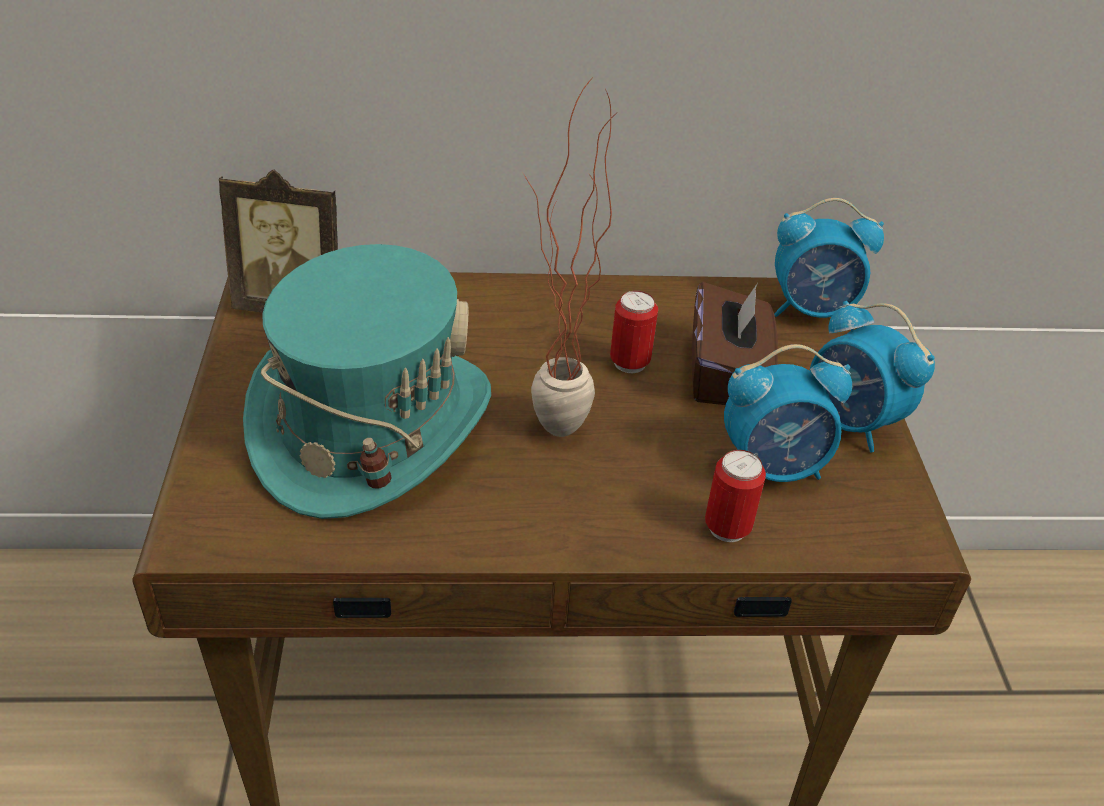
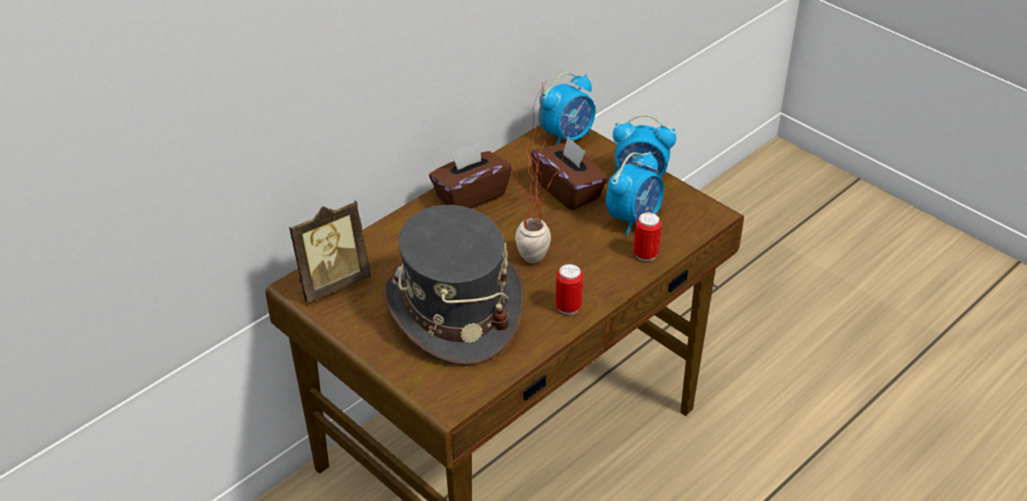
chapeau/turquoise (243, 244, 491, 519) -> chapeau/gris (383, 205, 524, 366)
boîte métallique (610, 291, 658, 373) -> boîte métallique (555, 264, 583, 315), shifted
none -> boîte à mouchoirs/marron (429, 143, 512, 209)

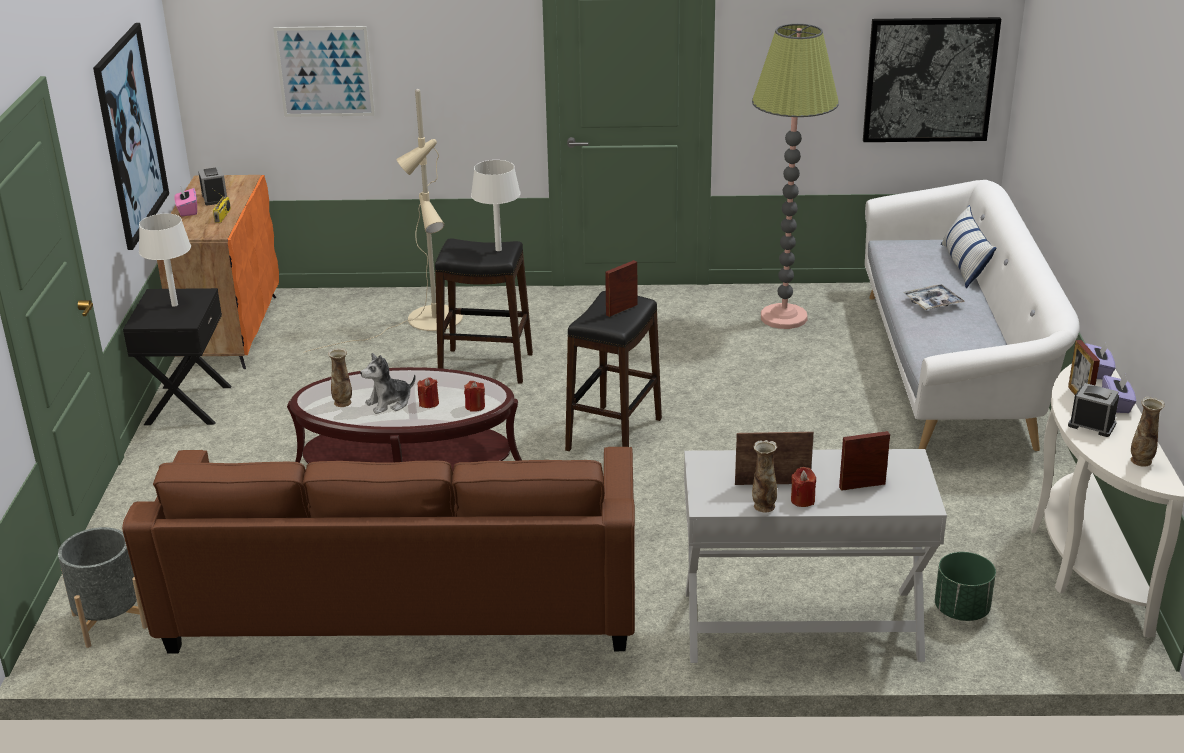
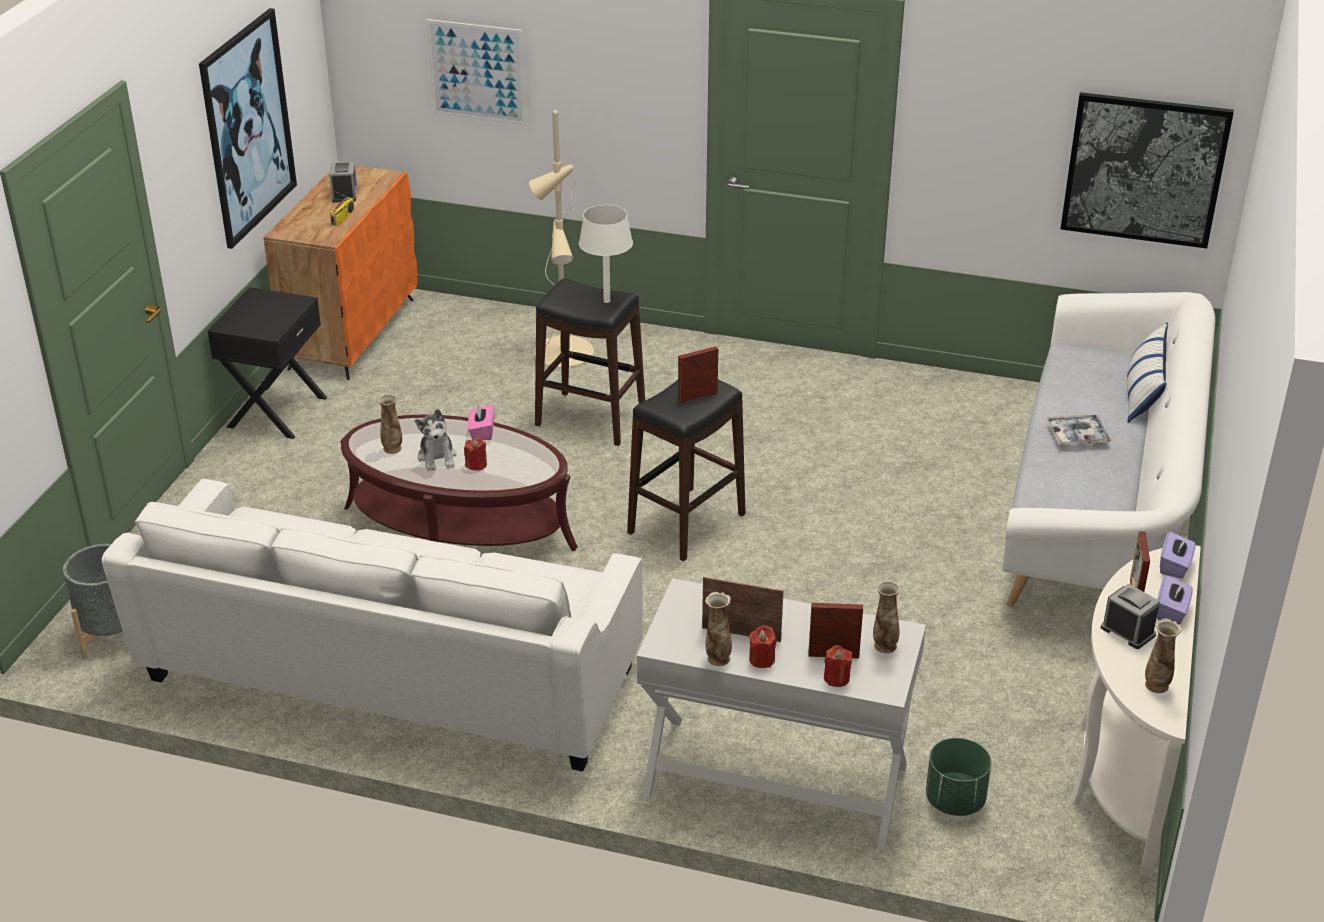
lampadaire (752, 24, 839, 329) -> none
boîte à mouchoirs/rose (174, 187, 197, 216) -> boîte à mouchoirs/rose (468, 403, 495, 440), shifted
lampe de table/blanc (139, 214, 191, 307) -> none
peluche (360, 353, 416, 414) -> peluche (415, 409, 457, 471), 90 degrees counterclockwise
bougie/rouge (464, 381, 485, 412) -> bougie/rouge (824, 645, 852, 687), shifted
canapé/marron (122, 447, 635, 654) -> canapé/blanc (102, 479, 643, 771)
none -> vase (873, 580, 901, 653)

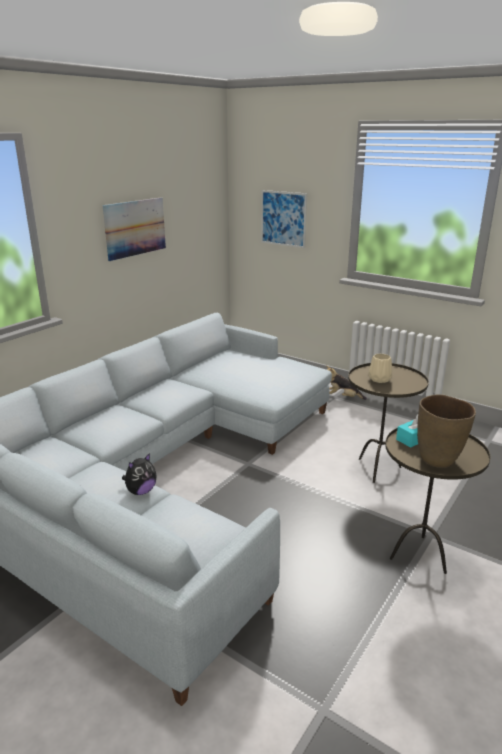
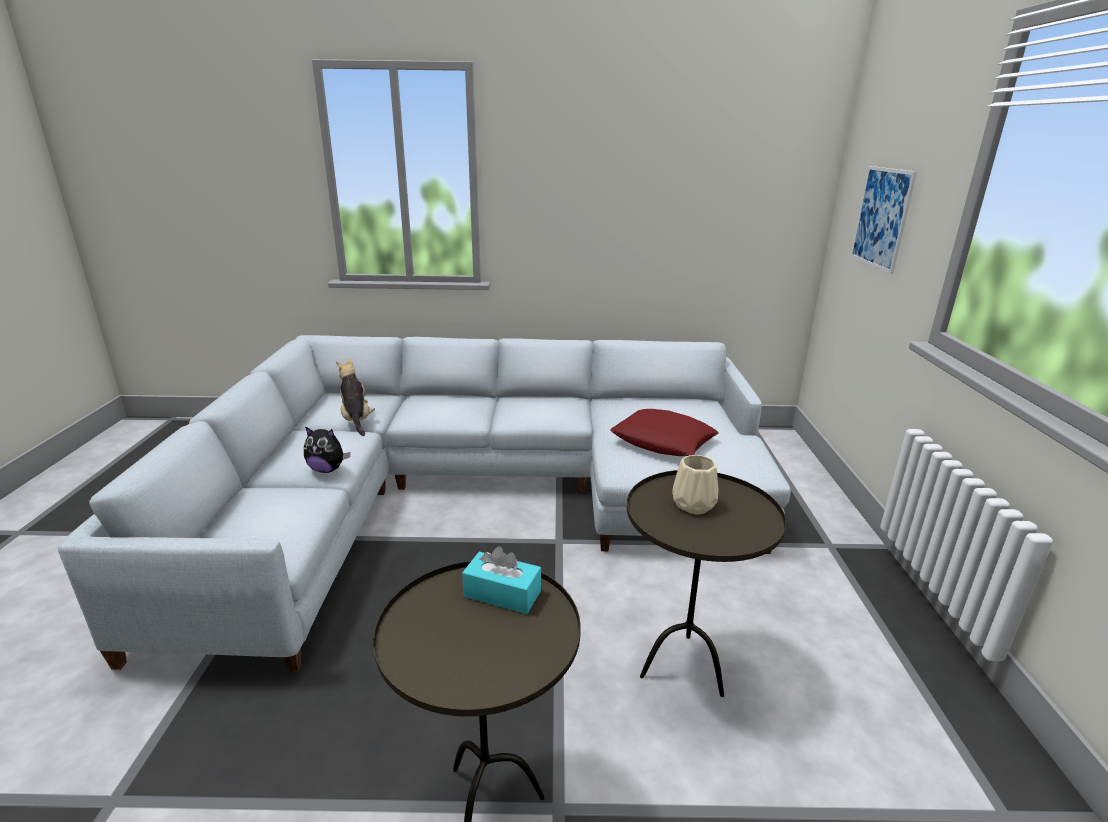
tableau (103, 197, 166, 261) -> none
peluche (326, 365, 367, 400) -> peluche (336, 358, 375, 436), shifted
vase/marron (417, 394, 476, 468) -> none
none -> coussin/rouge (610, 409, 719, 456)

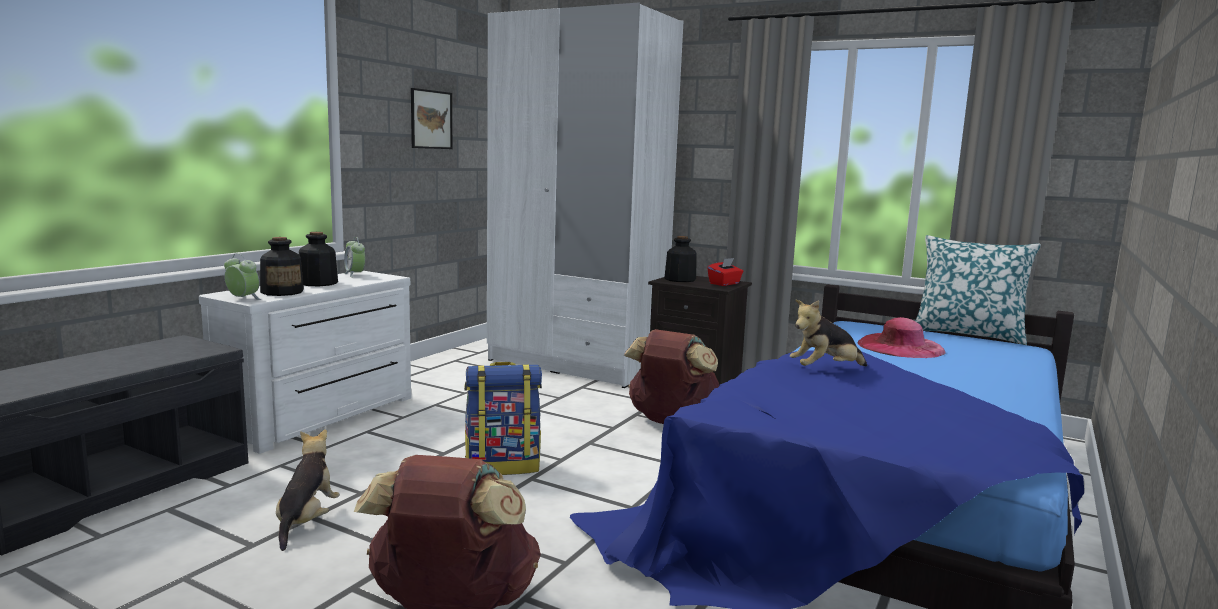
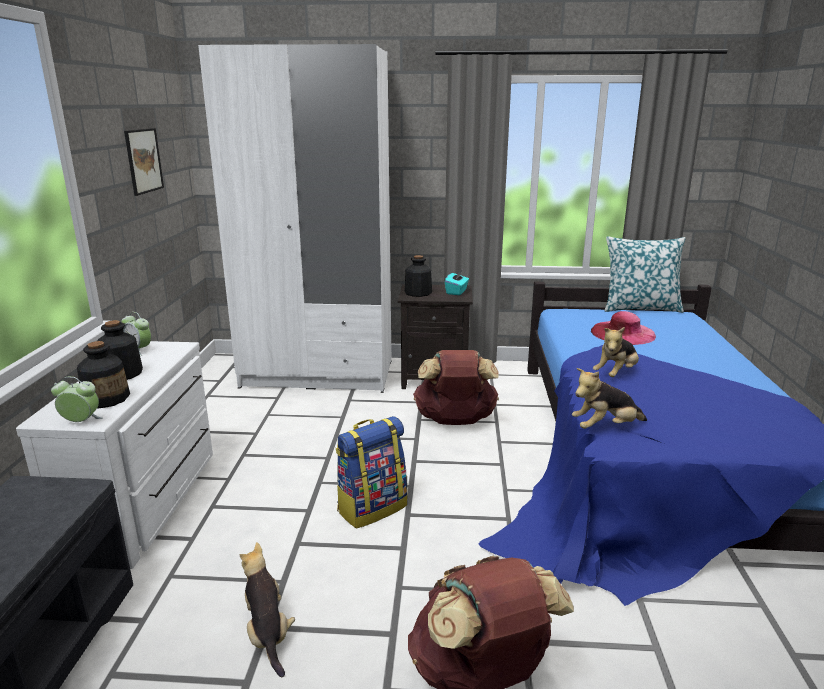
boîte à mouchoirs/rouge (707, 258, 744, 286) -> boîte à mouchoirs/turquoise (445, 270, 469, 295)
none -> peluche (572, 368, 647, 429)

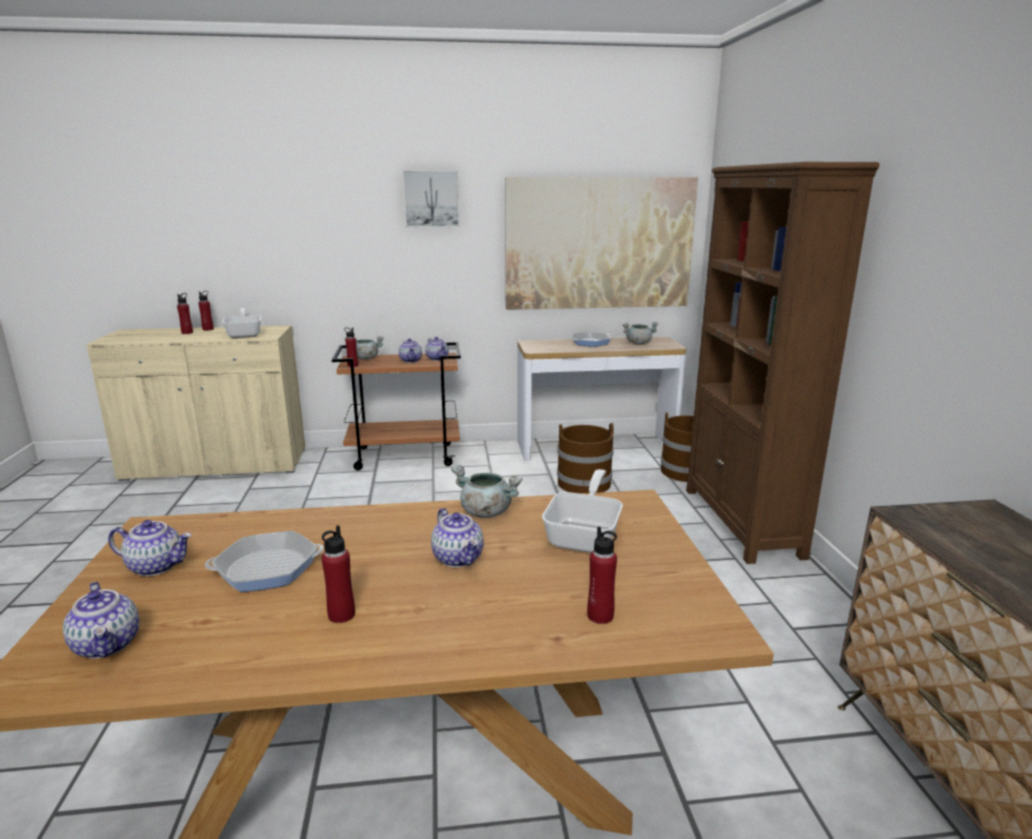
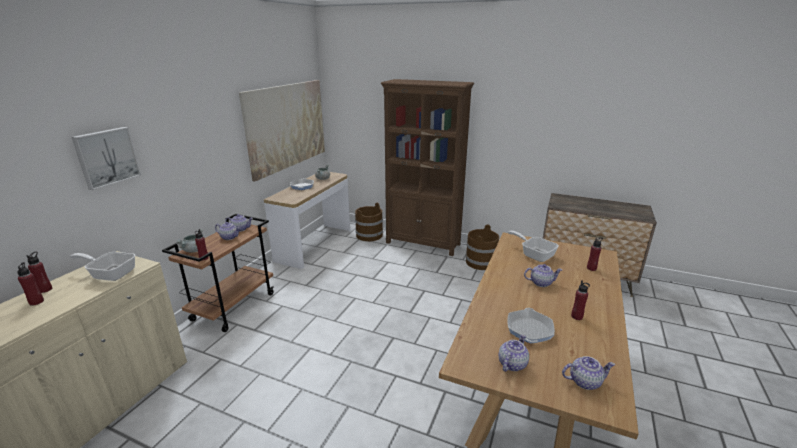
tableau (403, 170, 460, 228) -> tableau (72, 127, 141, 190), shifted
seau/marron (557, 423, 614, 494) -> seau/marron (466, 224, 499, 270), shifted
marmite/gris (451, 465, 522, 518) -> none

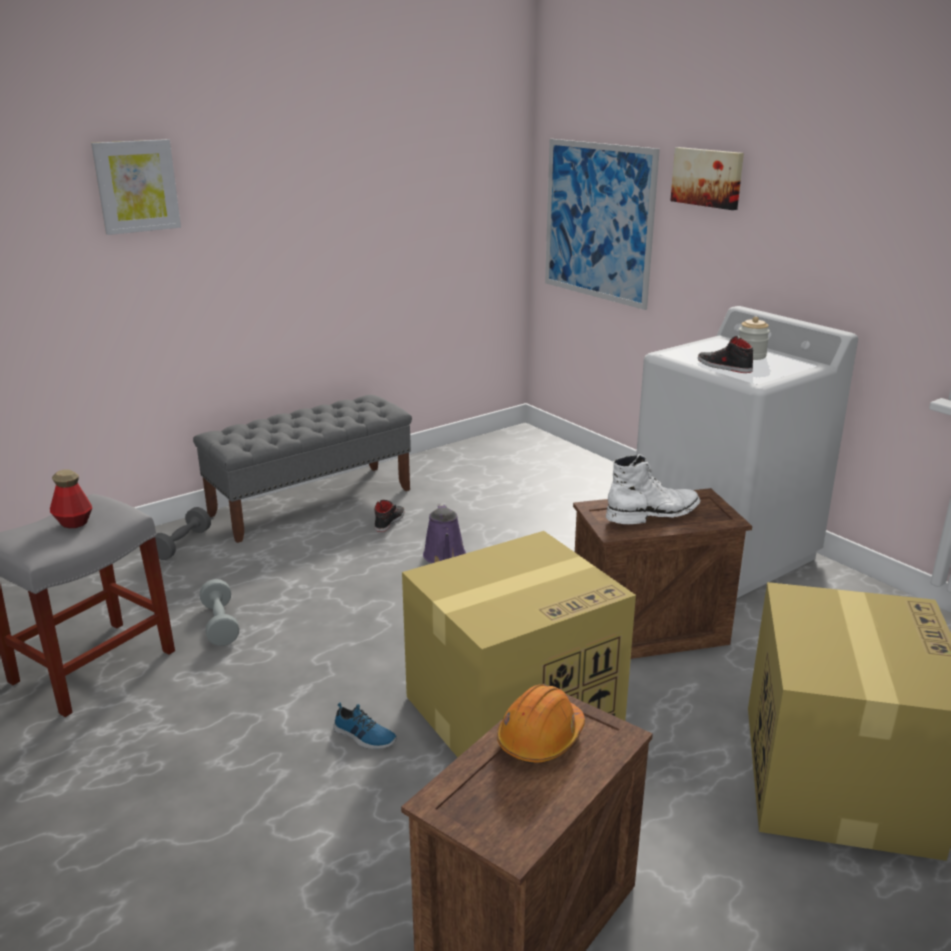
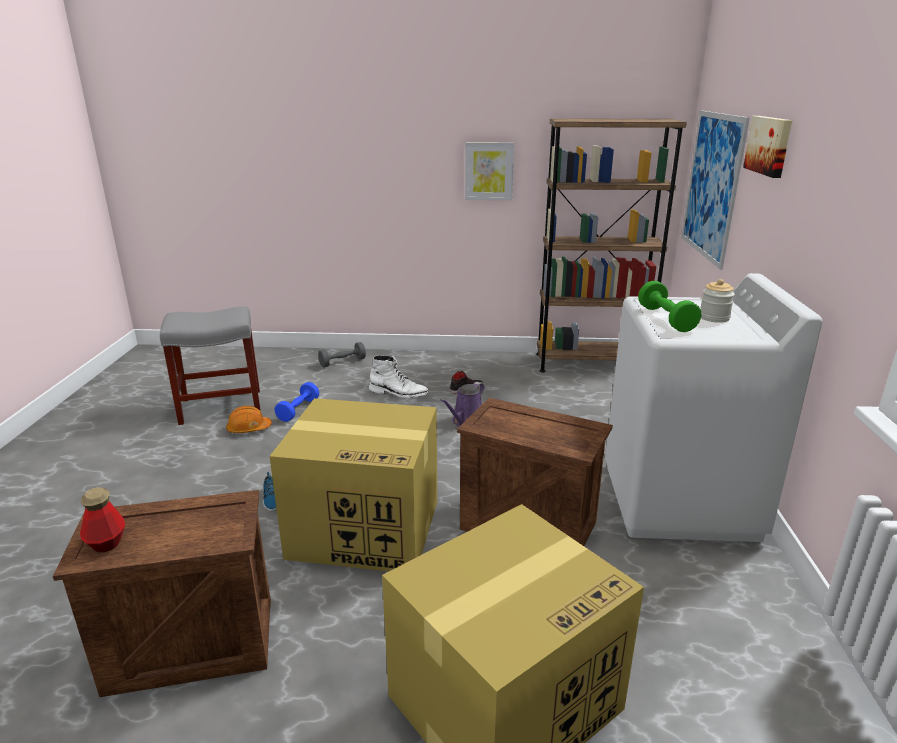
tableau (91, 139, 181, 235) -> tableau (465, 142, 514, 200), shifted
chaussure/noir (698, 336, 753, 373) -> haltère/vert (638, 281, 701, 332)
banc/gris (193, 395, 412, 543) -> none
botte/blanc (606, 454, 700, 524) -> botte/blanc (369, 355, 429, 398), shifted
bouteille (50, 469, 92, 528) -> bouteille (80, 487, 125, 552), shifted
haltère/gris (200, 579, 239, 646) -> haltère/bleu (274, 382, 319, 422)
casque de chantier/orange (497, 684, 585, 764) -> casque de chantier/orange (226, 406, 272, 433), shifted
none -> bibliothèque/marron (536, 118, 687, 373)

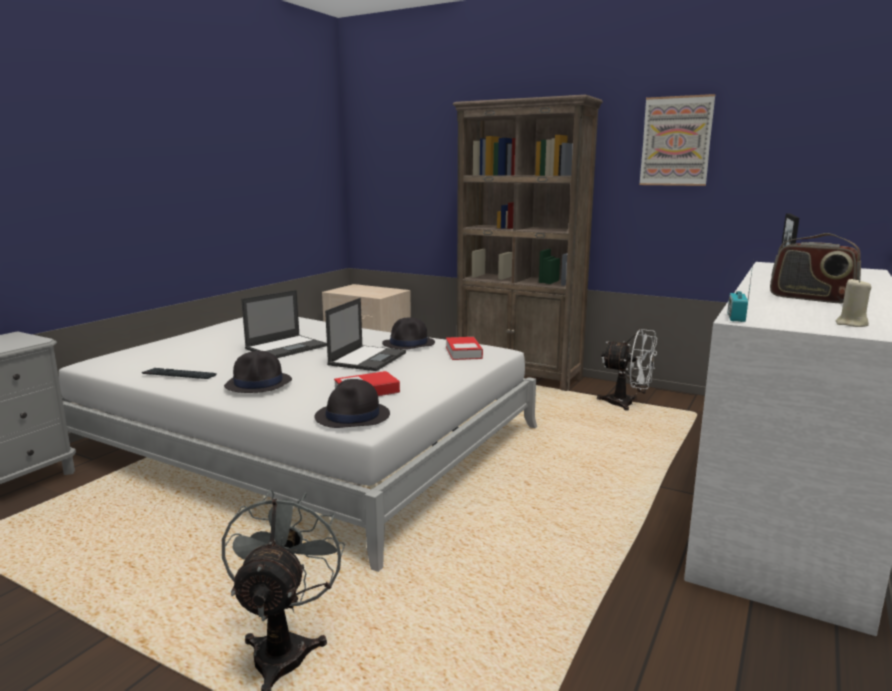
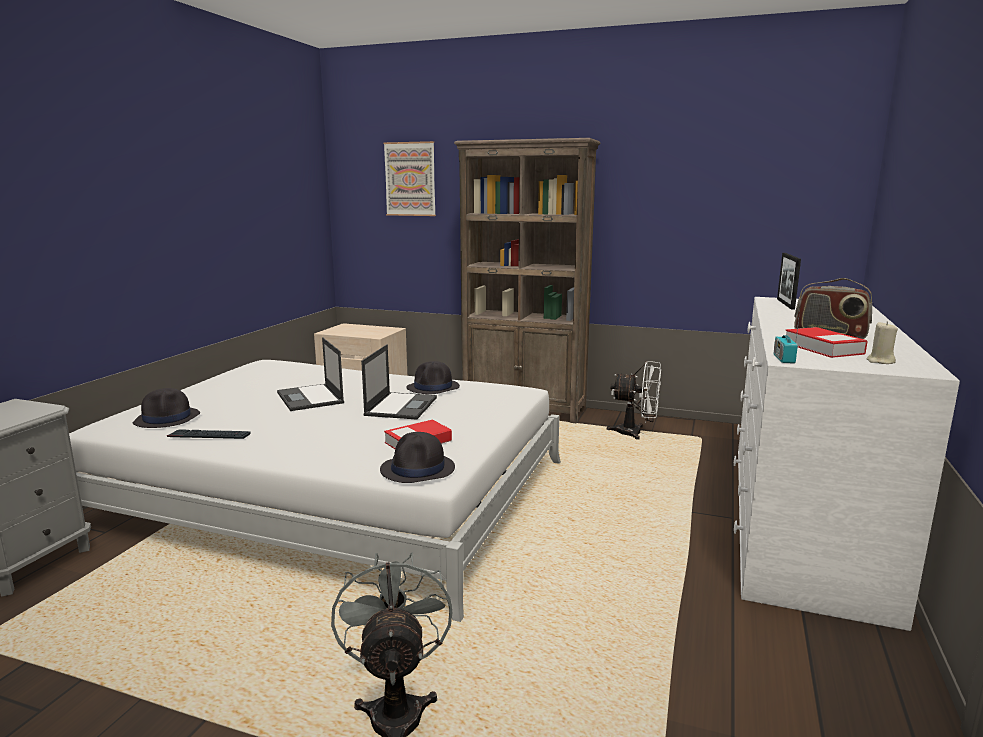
tableau (639, 94, 715, 186) -> tableau (383, 141, 436, 216), shifted
ordinateur portable (241, 290, 327, 358) -> ordinateur portable (277, 337, 344, 411), 120 degrees clockwise
livre (446, 337, 483, 360) -> livre (785, 327, 867, 358), shifted
chapeau/noir (224, 351, 292, 393) -> chapeau/noir (133, 388, 200, 428), shifted

